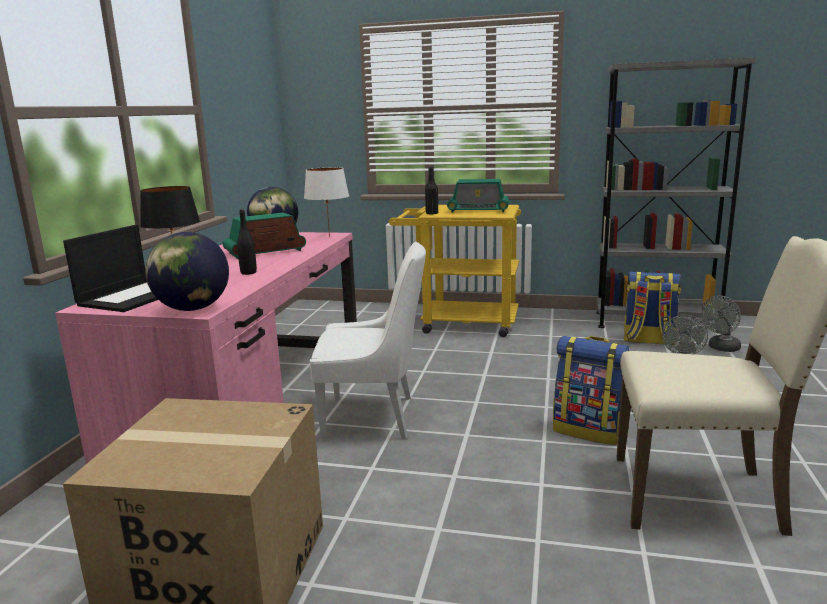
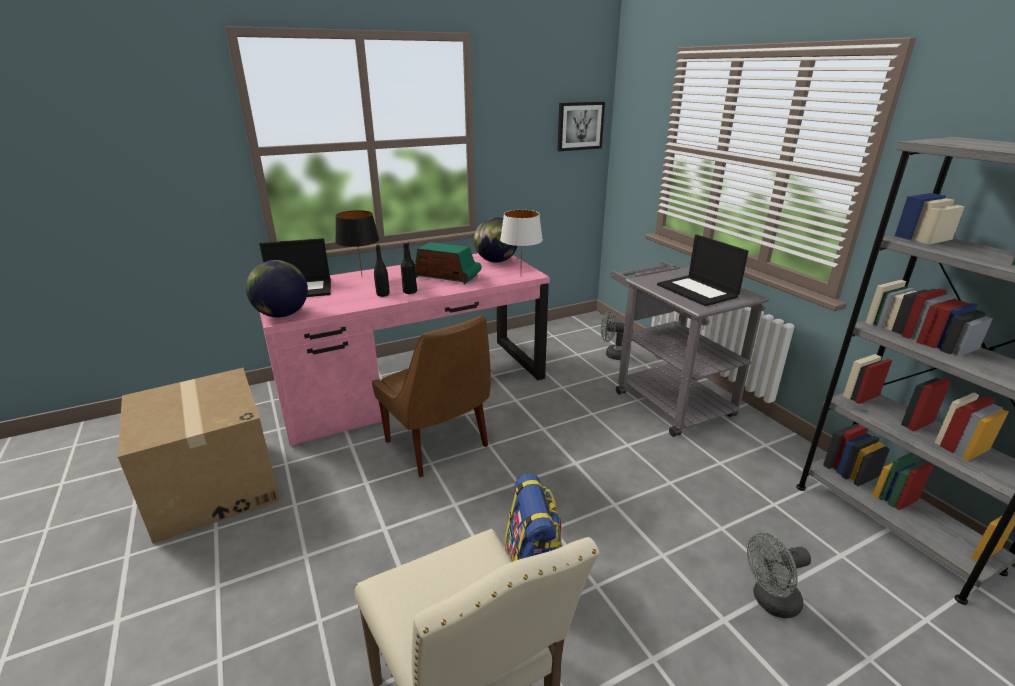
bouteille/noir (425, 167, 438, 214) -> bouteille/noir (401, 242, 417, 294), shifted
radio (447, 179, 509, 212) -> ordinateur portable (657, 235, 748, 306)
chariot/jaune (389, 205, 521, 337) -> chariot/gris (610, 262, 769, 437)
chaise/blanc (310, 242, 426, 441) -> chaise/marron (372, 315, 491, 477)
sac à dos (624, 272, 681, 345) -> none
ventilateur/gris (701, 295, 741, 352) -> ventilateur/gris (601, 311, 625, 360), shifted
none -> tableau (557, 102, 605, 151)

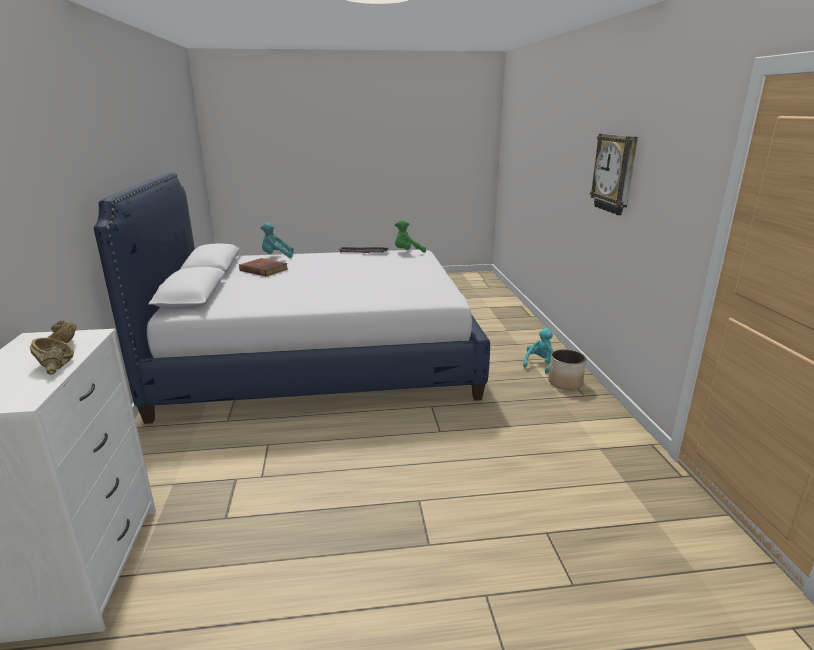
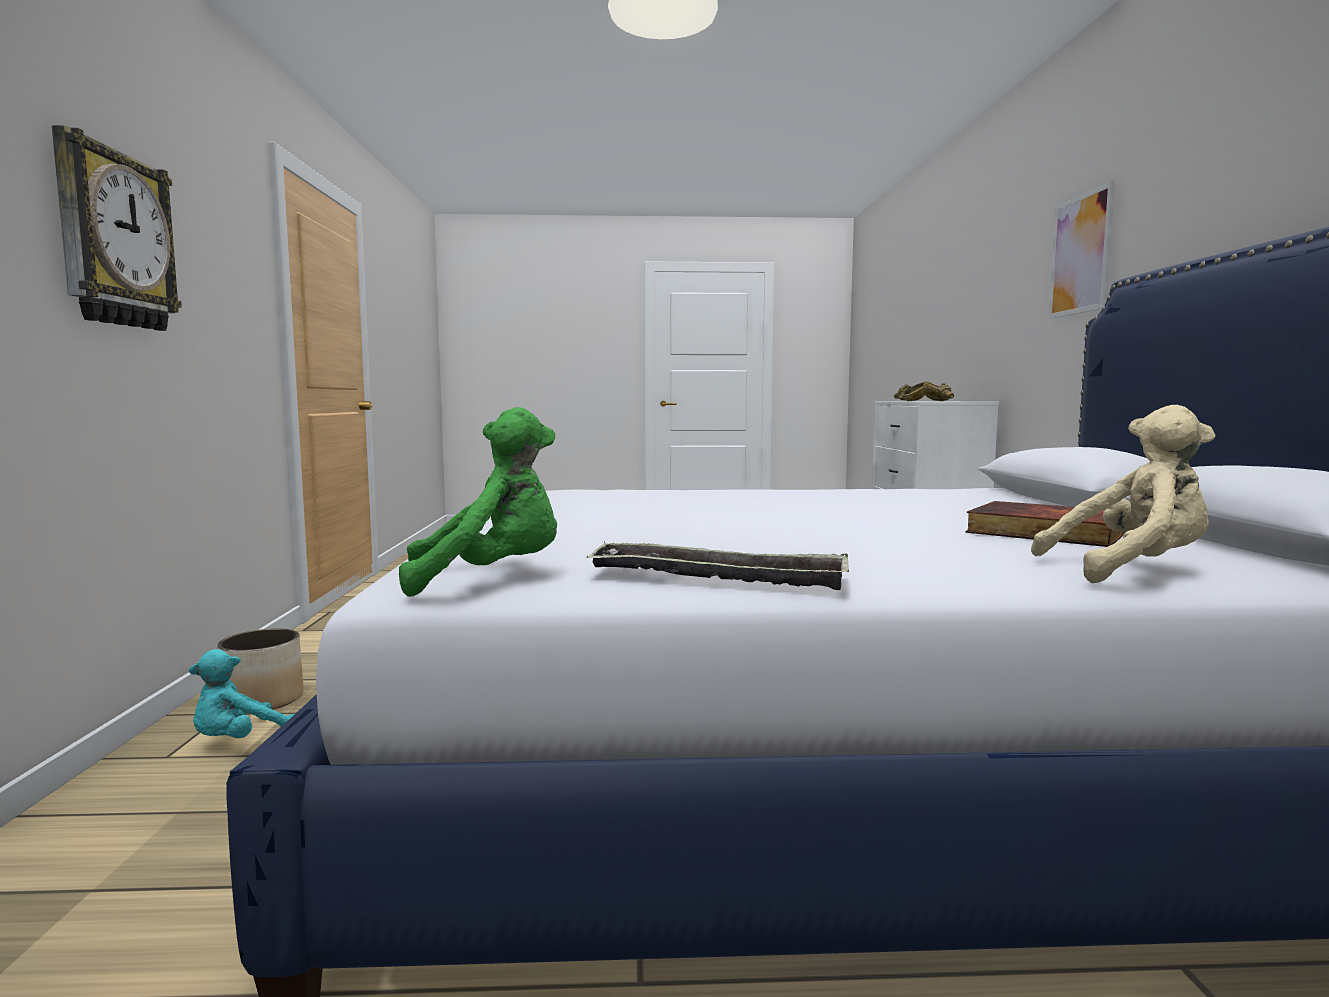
peluche/turquoise (260, 222, 294, 258) -> peluche/beige (1031, 405, 1216, 583)
none -> tableau (1048, 181, 1115, 319)

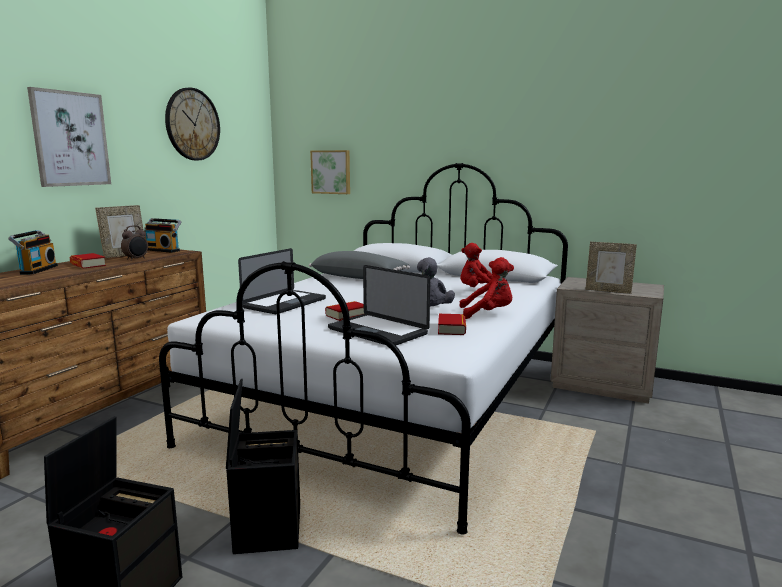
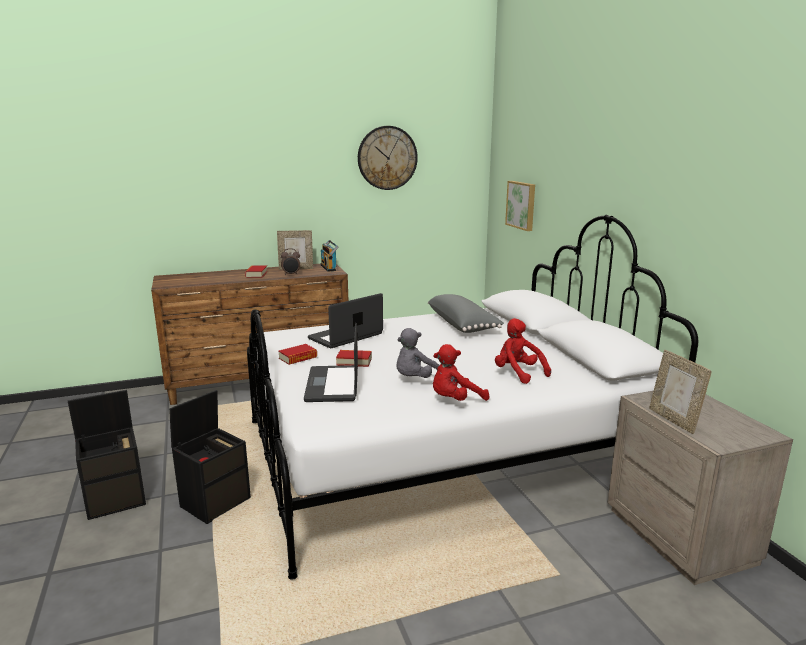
tableau (27, 87, 111, 187) -> none
radio (8, 230, 58, 274) -> none
ordinateur portable (238, 248, 326, 314) -> ordinateur portable (308, 293, 383, 348), 150 degrees clockwise
peluche/rouge (459, 257, 514, 319) -> peluche/rouge (433, 344, 489, 401), 105 degrees clockwise
livre (438, 314, 466, 335) -> livre (278, 344, 317, 365), shifted

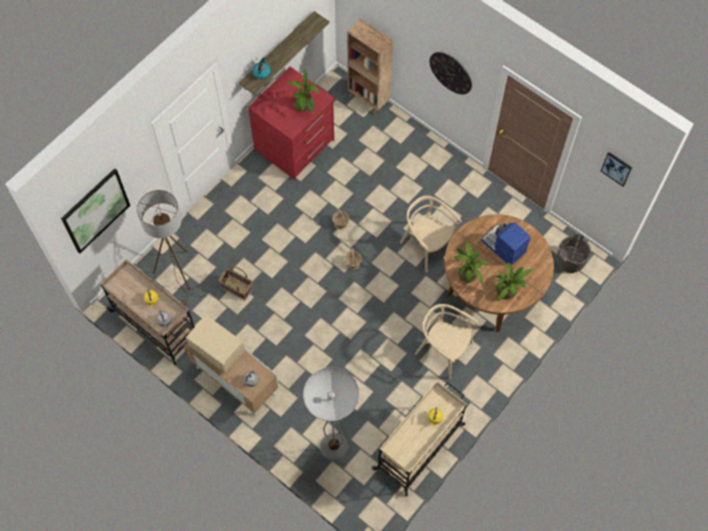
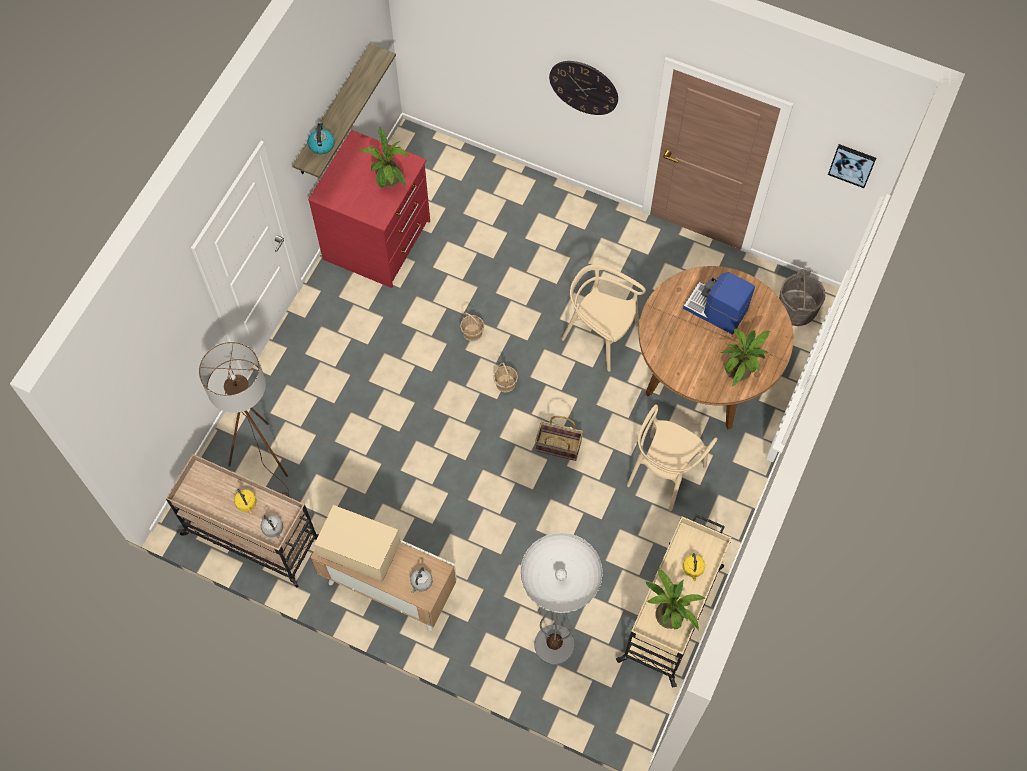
bibliothèque/marron (347, 19, 393, 115) -> none
tableau (61, 168, 130, 253) -> none
plante en pot (454, 241, 490, 284) -> plante en pot (646, 568, 705, 630), shifted
panier (219, 266, 253, 300) -> panier (535, 416, 583, 461), shifted
chaise/beige (415, 304, 478, 379) -> chaise/beige (627, 404, 718, 511), 75 degrees counterclockwise

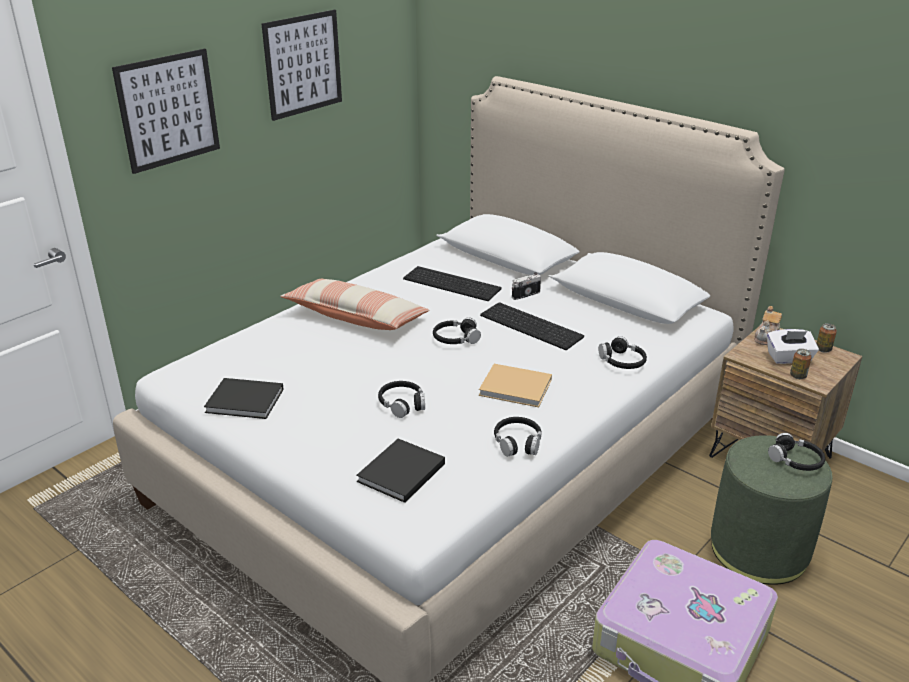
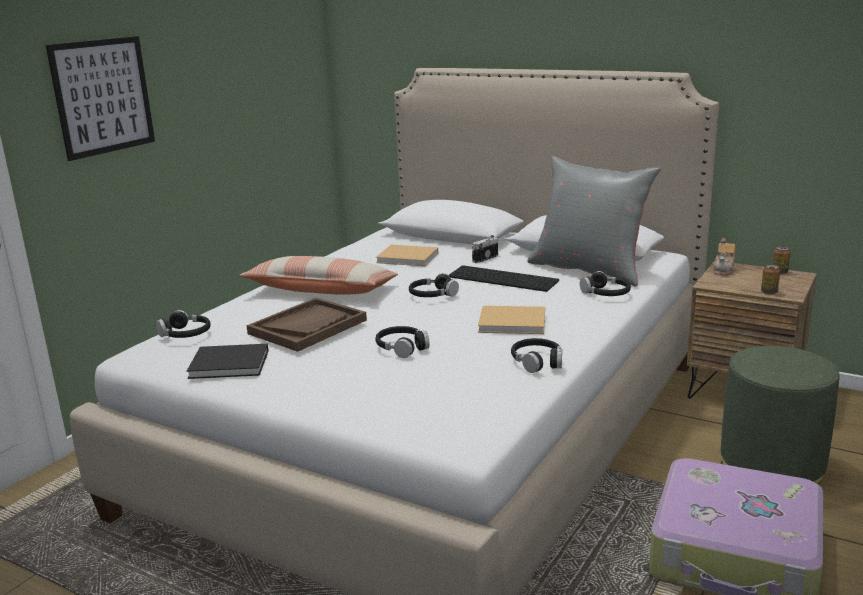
tableau (262, 10, 342, 121) -> none
clavier (403, 266, 502, 301) -> livre/beige (376, 245, 438, 266)
boîte à mouchoirs/blanc (767, 329, 819, 364) -> none
casque audio/noir (768, 433, 825, 471) -> casque audio/noir (156, 310, 211, 338), shifted
livre/noir (356, 439, 445, 503) -> none
none -> coussin/gris (527, 156, 661, 287)
none -> plateau/marron (247, 297, 367, 352)

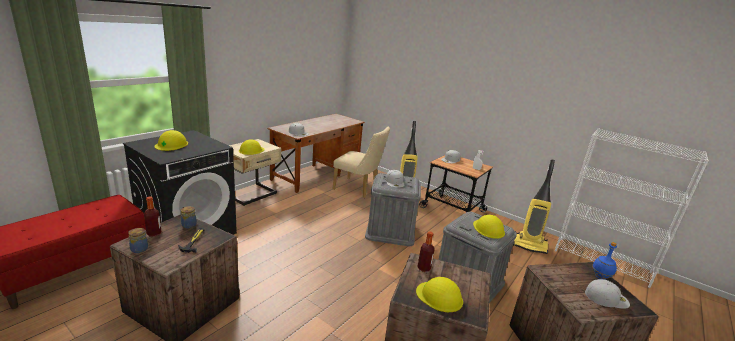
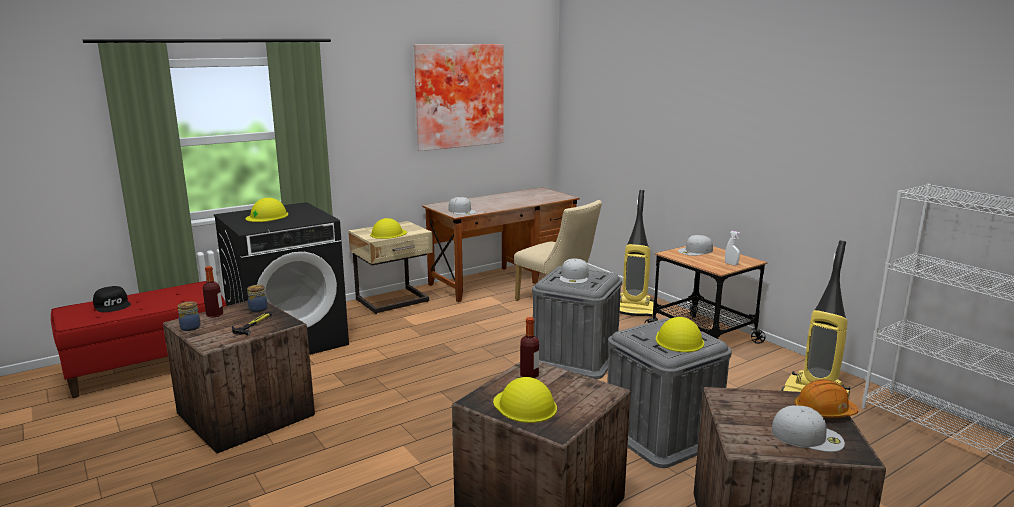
bouteille/bleu (592, 242, 617, 280) -> casque de chantier/orange (794, 379, 858, 418)
none -> tableau (414, 44, 504, 151)
none -> casquette/noir (93, 286, 131, 312)

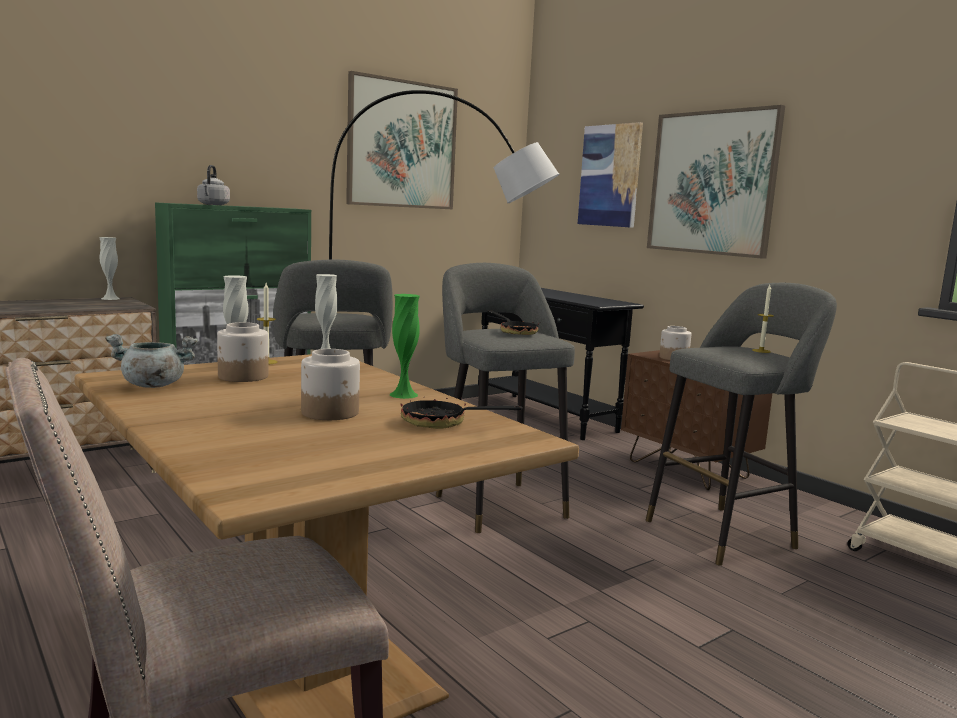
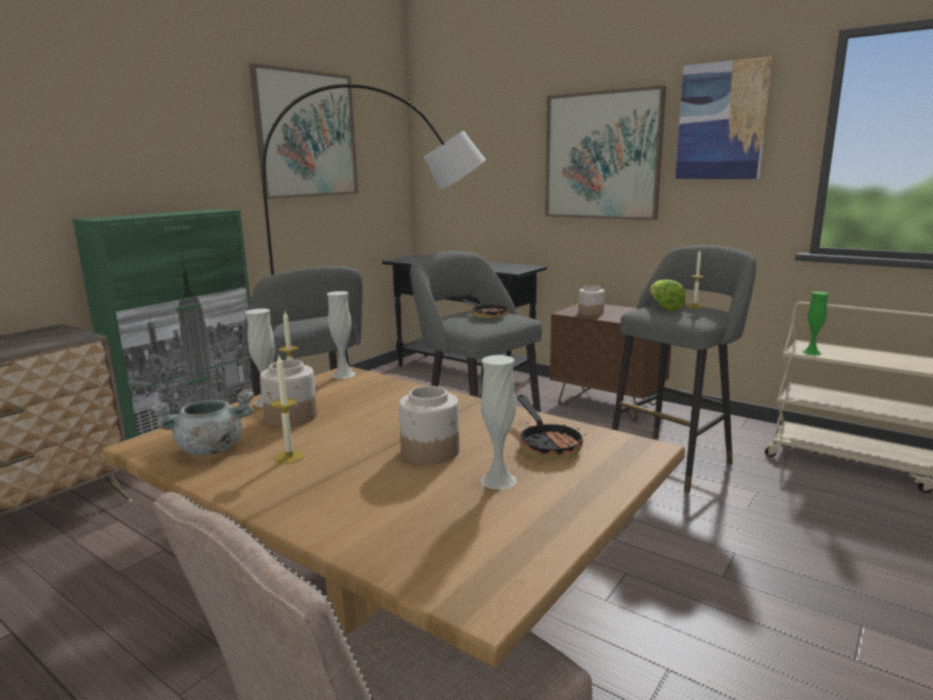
tableau (578, 122, 643, 228) -> tableau (675, 56, 773, 179), shifted
bouilloire/gris (197, 165, 230, 205) -> none
vase/blanc (99, 237, 120, 300) -> vase/blanc (480, 355, 517, 490), shifted
vase/vert (390, 294, 420, 399) -> vase/vert (802, 292, 829, 355), shifted
poêle (400, 394, 523, 429) -> poêle (517, 395, 586, 459), 105 degrees counterclockwise
none -> laitue (650, 279, 685, 311)
none -> bougie (271, 356, 304, 464)

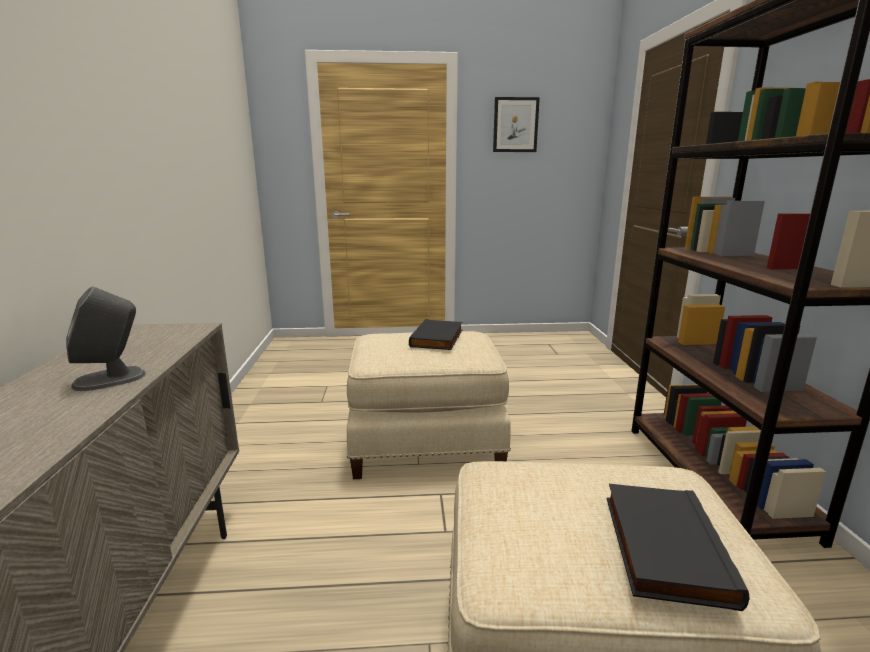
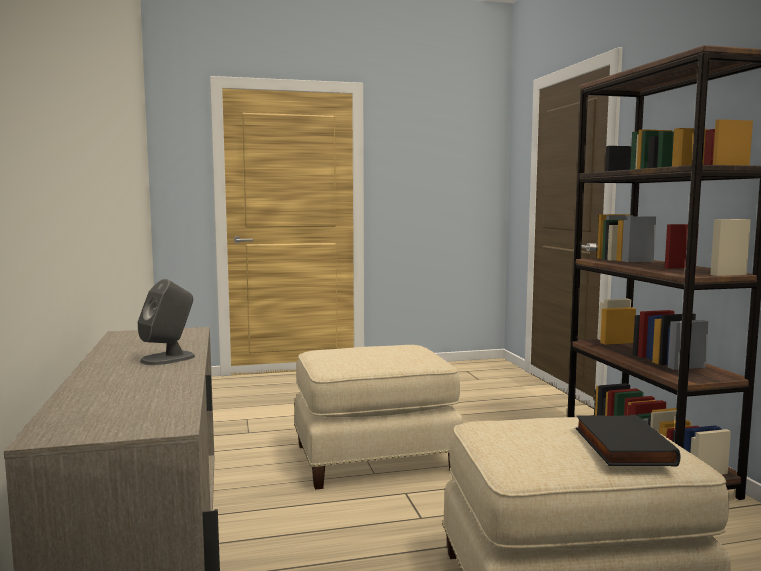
tableau (493, 97, 540, 152) -> none
livre/noir (409, 319, 462, 350) -> none

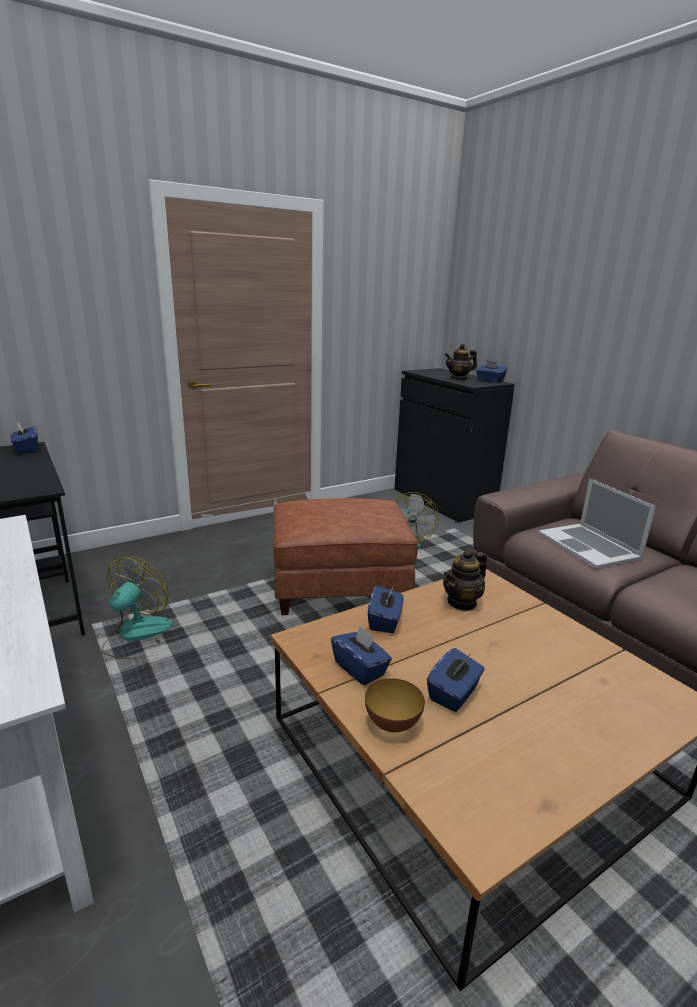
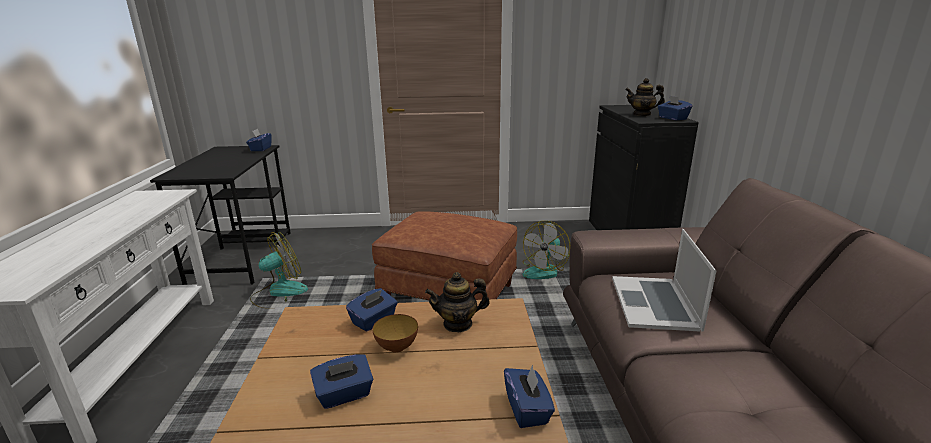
boîte à mouchoirs/bleu (331, 626, 392, 686) -> boîte à mouchoirs/bleu (504, 365, 555, 428), shifted
bol (365, 678, 425, 732) -> bol (373, 314, 418, 353), shifted

